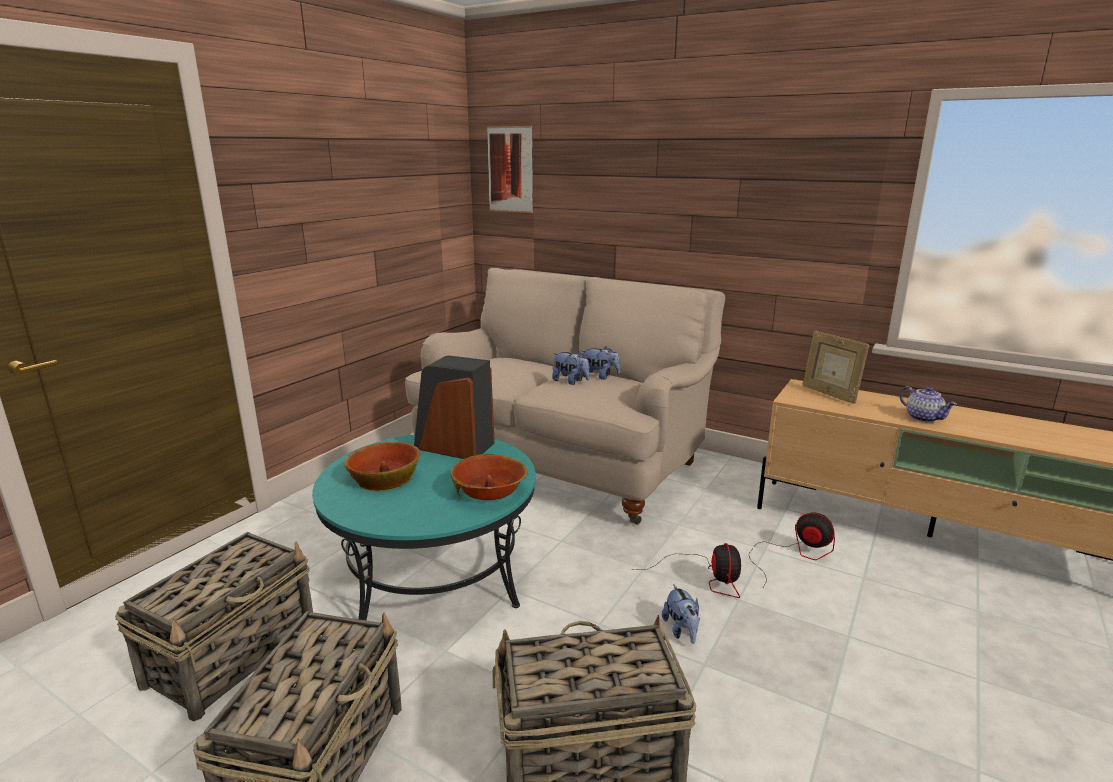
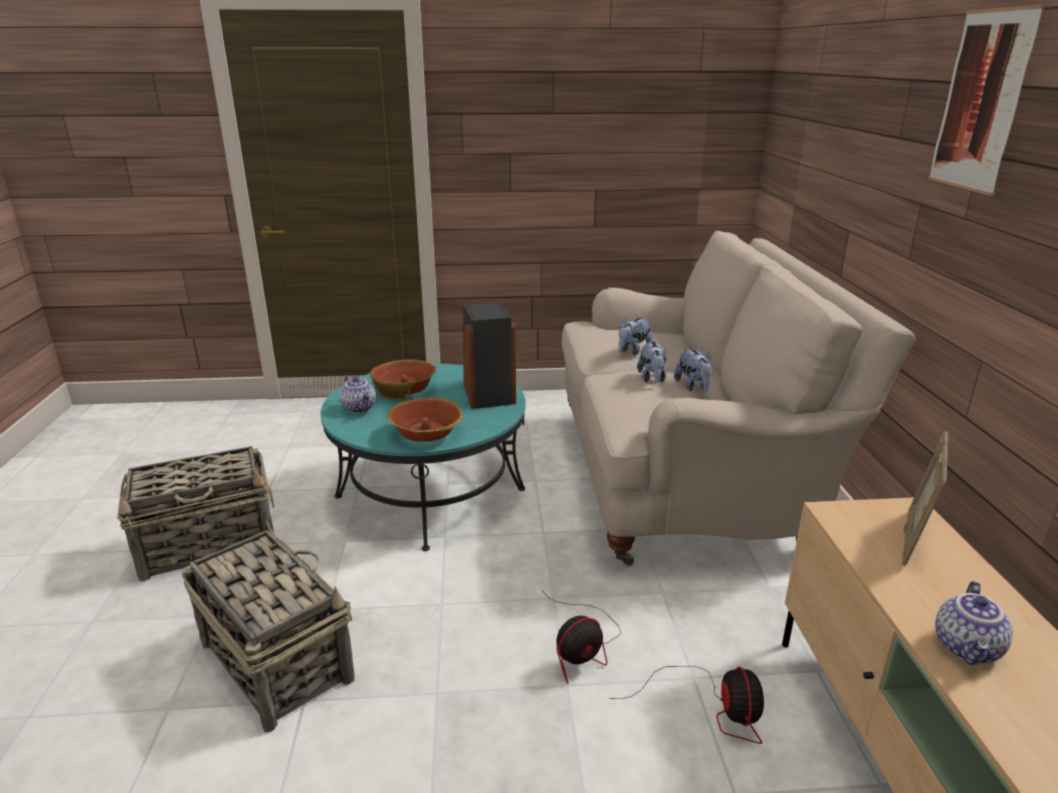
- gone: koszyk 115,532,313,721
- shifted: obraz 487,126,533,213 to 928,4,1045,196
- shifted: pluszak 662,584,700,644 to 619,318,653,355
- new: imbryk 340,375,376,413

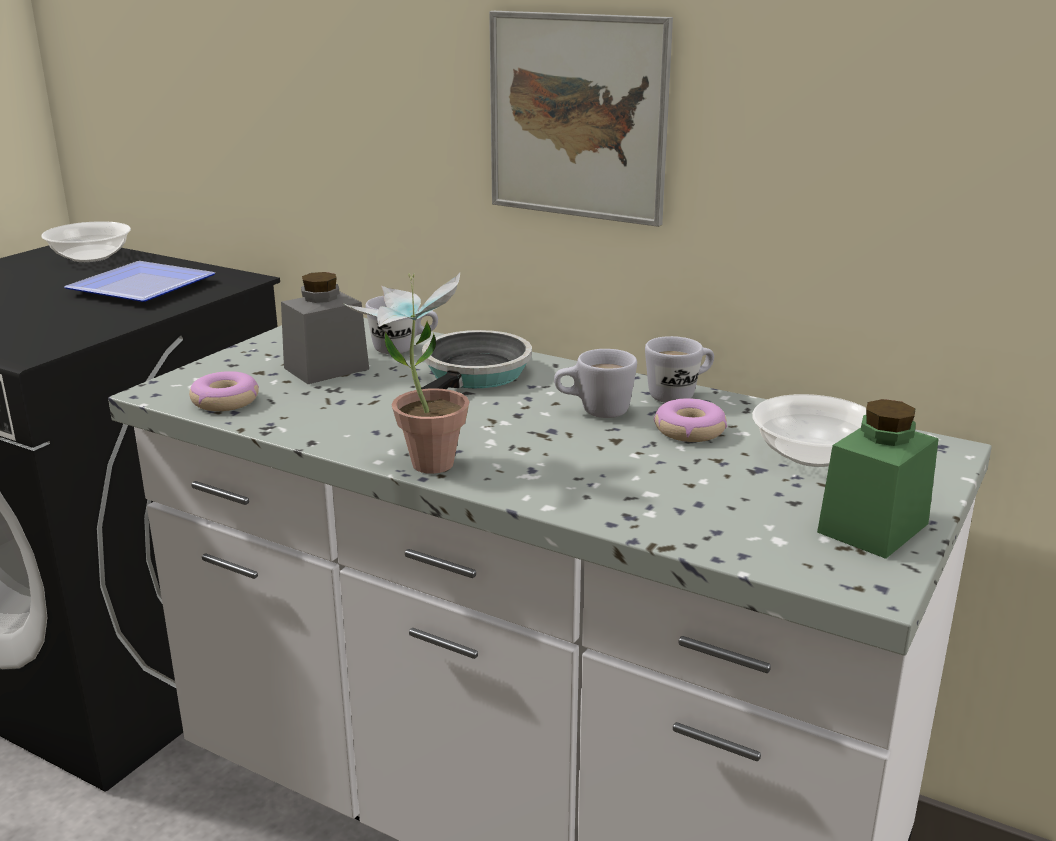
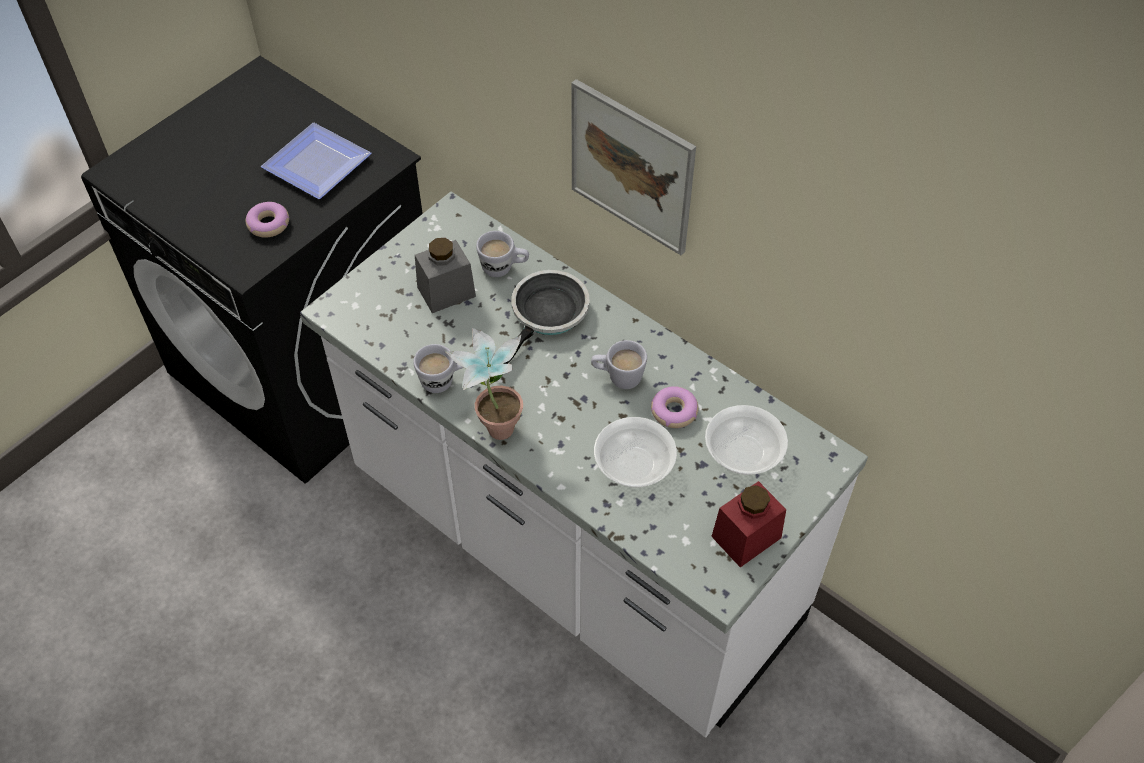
- shifted: miska 41,221,131,262 to 594,417,677,488
- shifted: donut 189,371,259,411 to 246,202,289,238
- shifted: kubek (biały) 645,336,714,403 to 413,344,464,393
- repainted: słoik (zielony) 817,399,939,559 to słoik (czerwony) 711,481,786,567

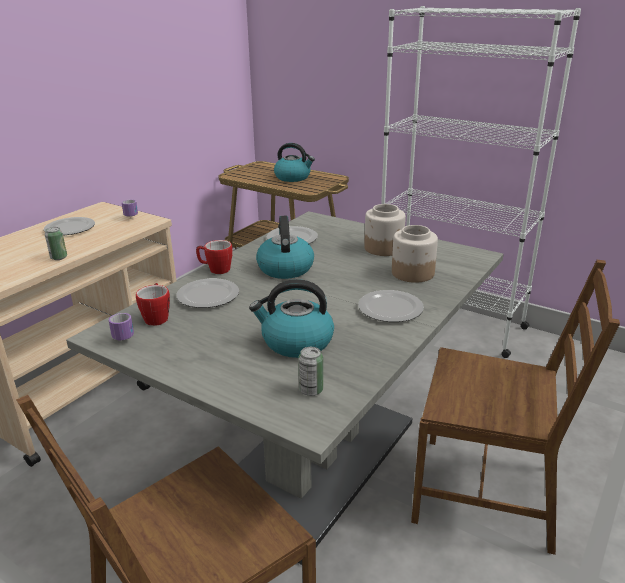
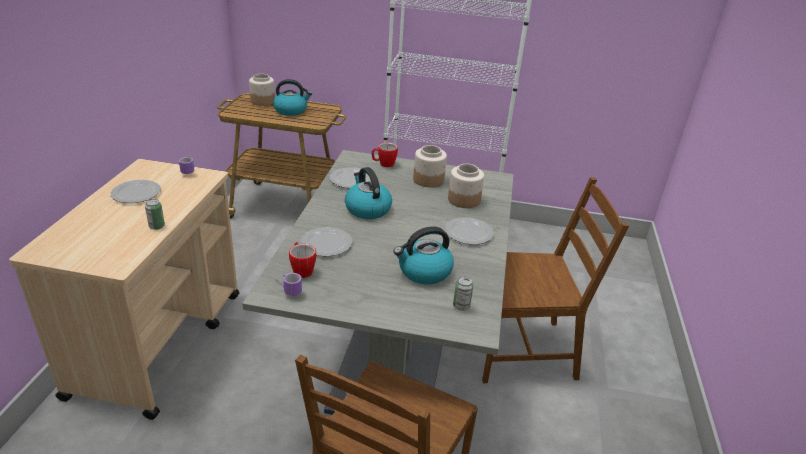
- shifted: kubek 196,240,233,274 to 372,143,398,167
- new: słoik 249,74,275,106

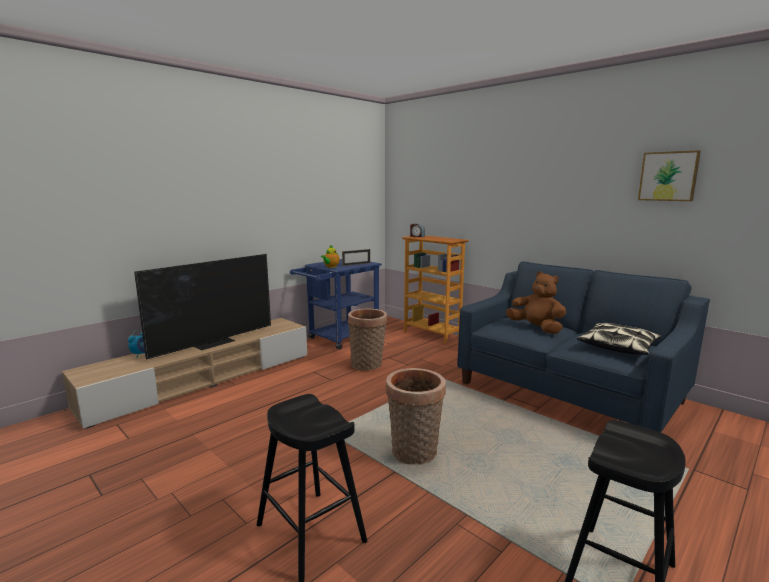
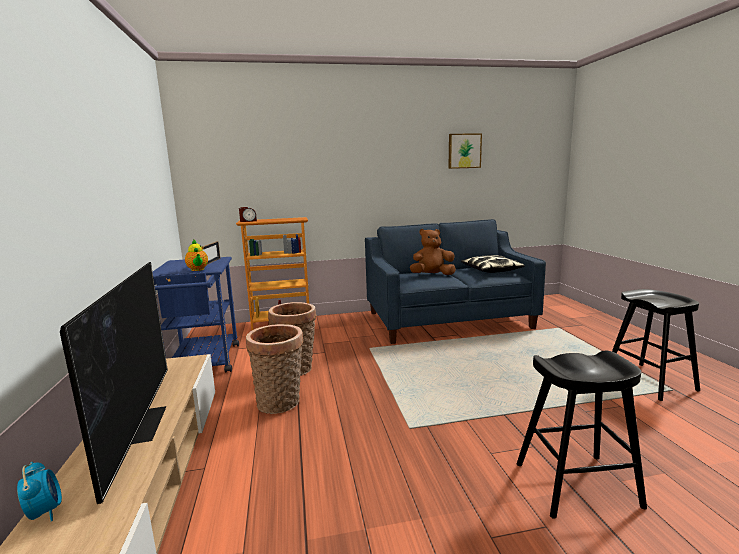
- shifted: koszyk 386,368,446,465 to 246,324,303,414

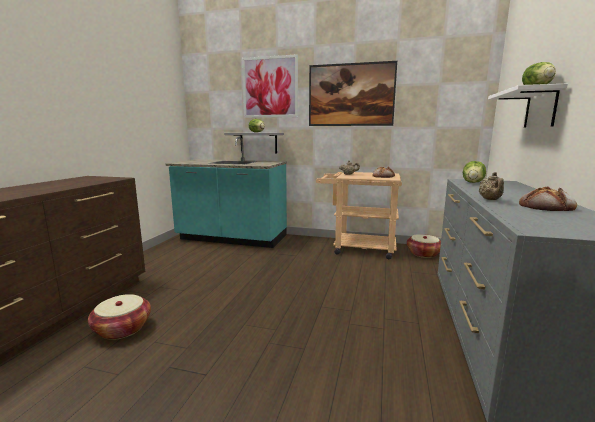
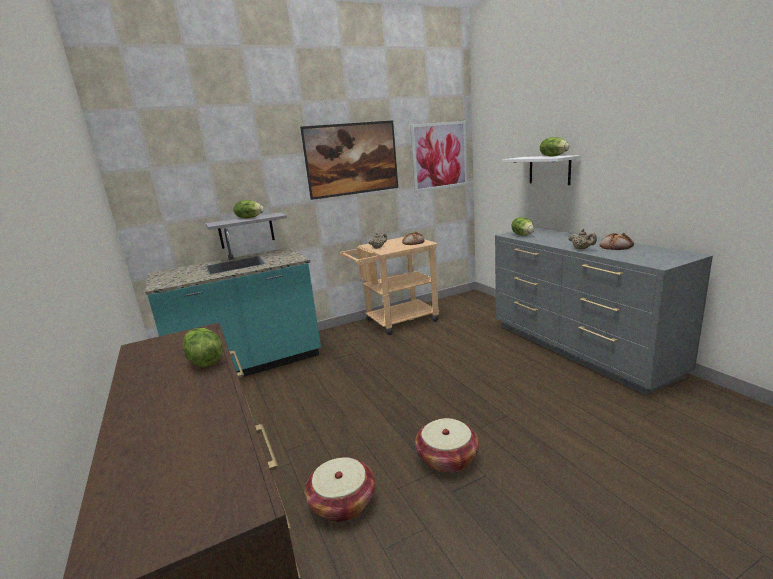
- shifted: obraz 242,54,298,118 to 410,121,468,192
- shifted: koszyk 407,234,441,258 to 415,418,479,473
- new: sałata 183,328,223,367

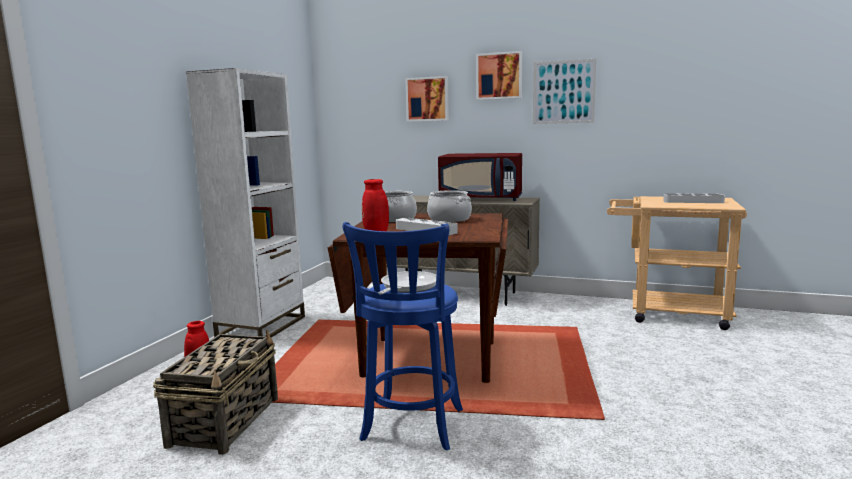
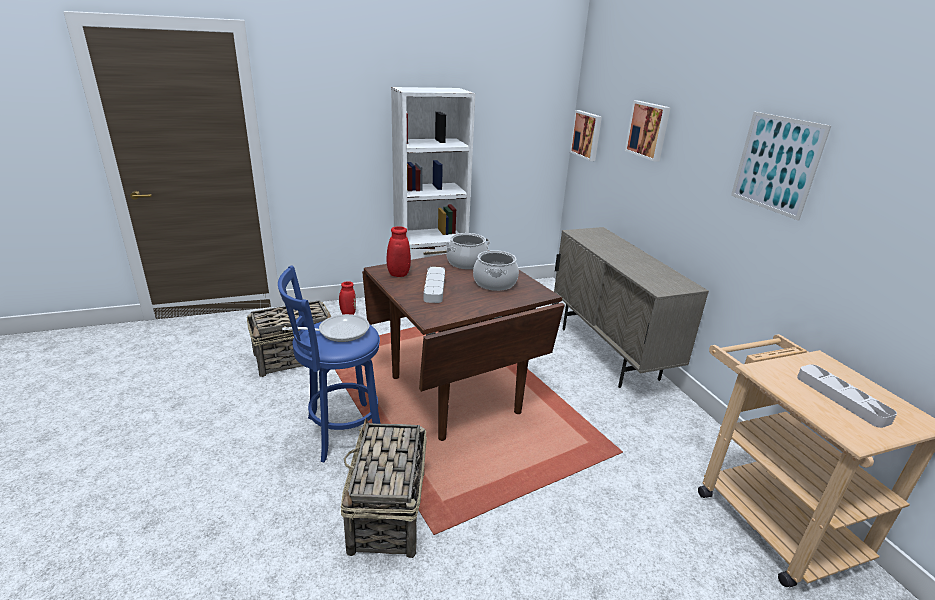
- gone: mikrofalówka (czerwony) 438,153,522,201
- shifted: obraz 476,51,522,100 to 570,110,602,161
- new: koszyk 340,418,427,558

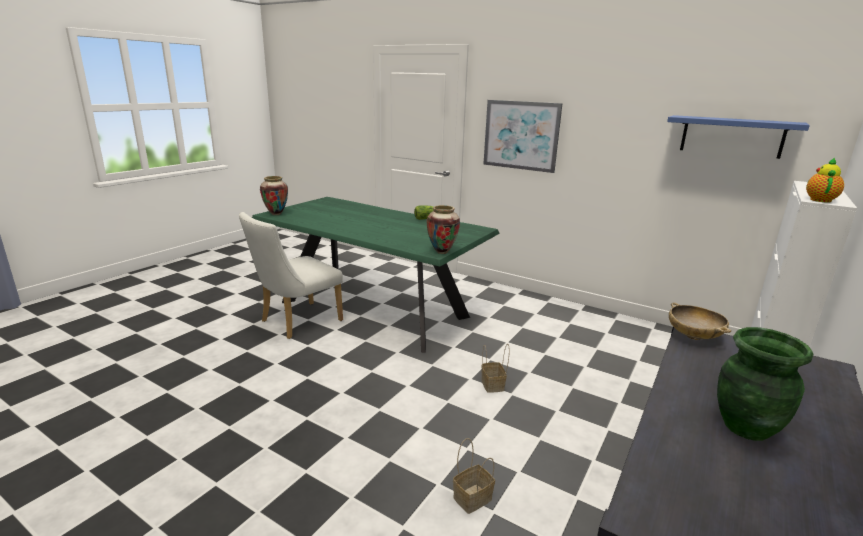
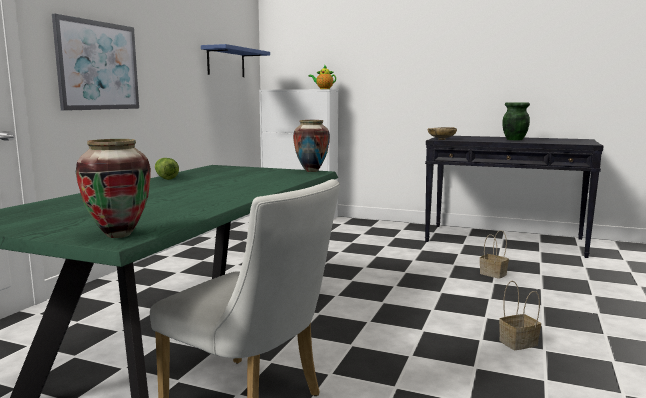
- shifted: koszyk 481,343,510,393 to 499,281,541,350

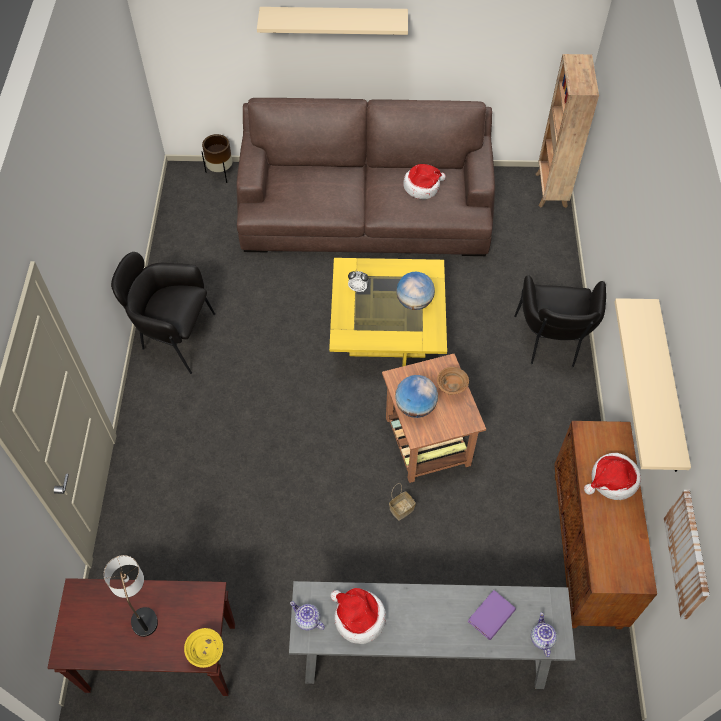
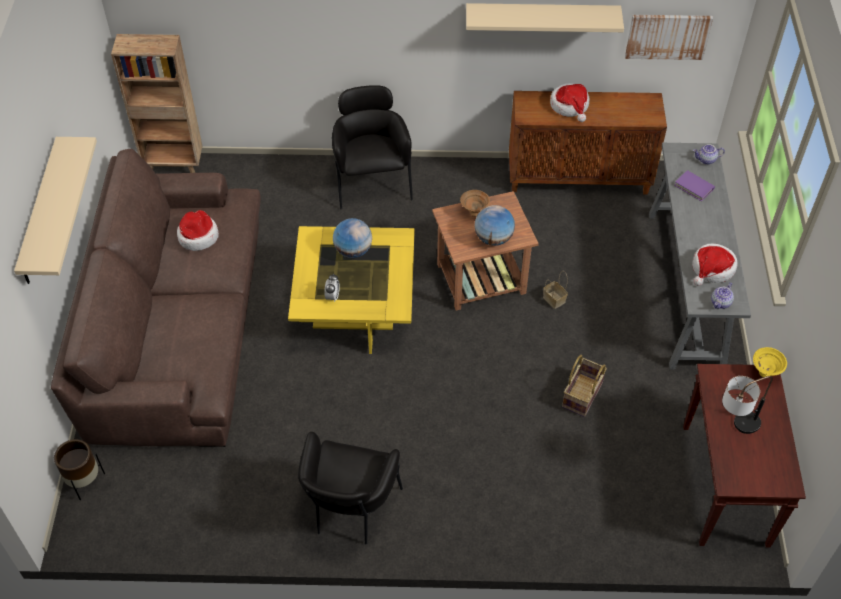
- rotated: fotel (czarny) 514,275,606,367 = 332,85,413,209 105 degrees counterclockwise
- new: koszyk 562,355,607,417

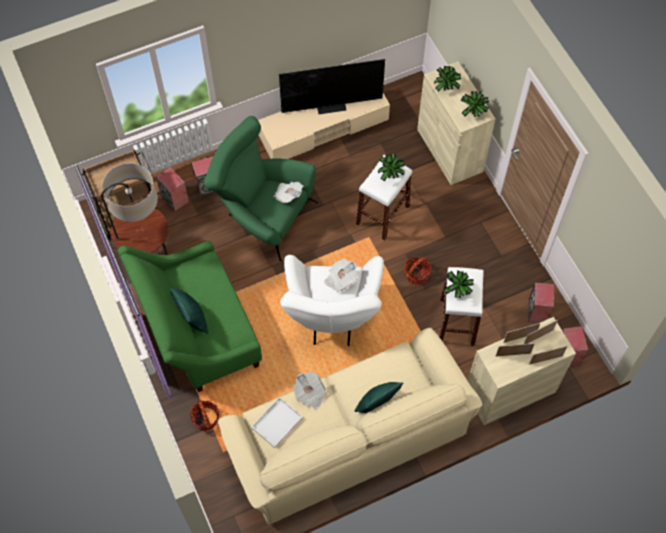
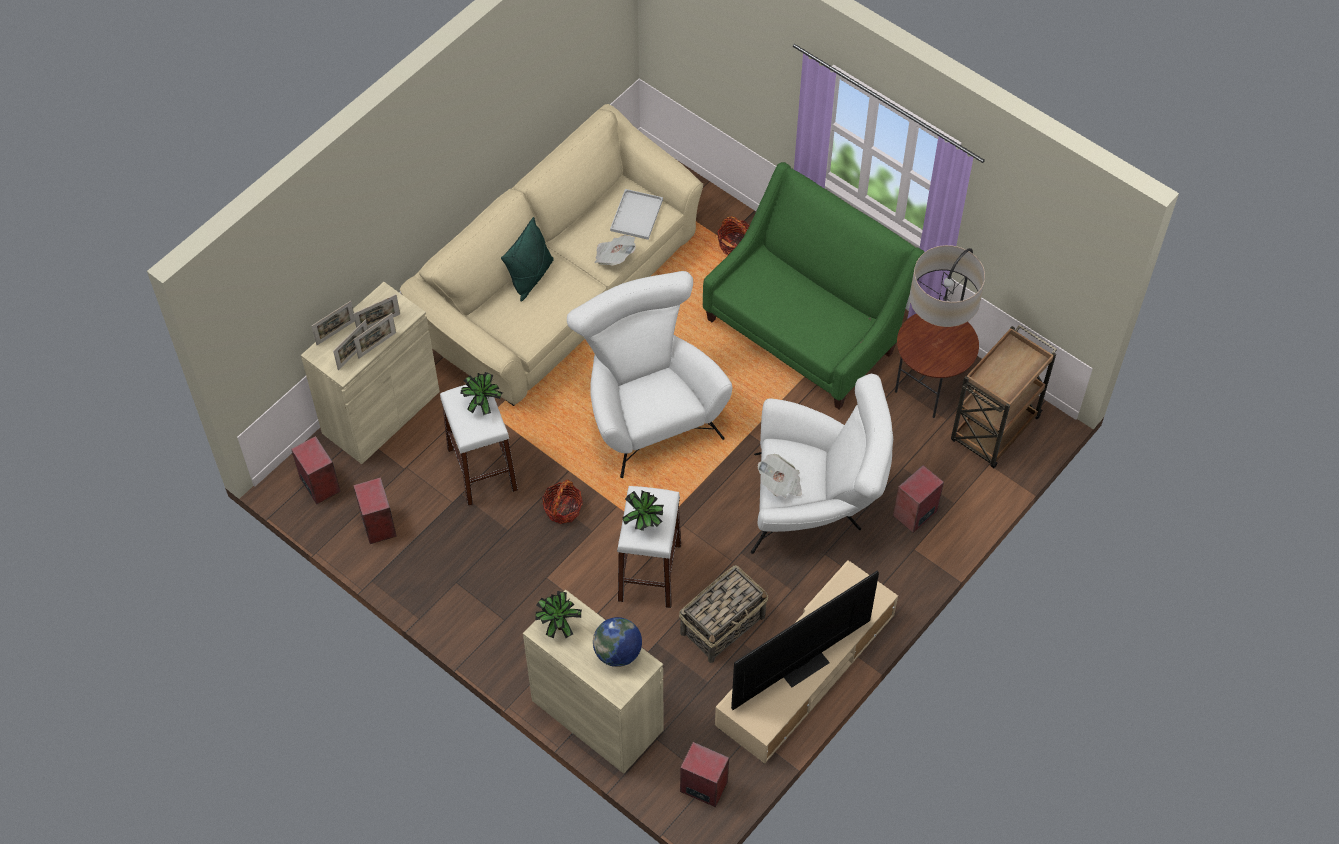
- shifted: głośnik 156,167,189,211 to 680,742,729,807
- gone: poduszka (zielony) 169,286,208,334
- repainted: fotel (zielony) 204,116,318,261 to fotel (biały) 751,374,893,554
- gone: gazeta 324,259,357,293
- swapped: roślina doniczkowa 434,66,461,92 to globus 593,617,642,667
- new: koszyk 679,565,768,663

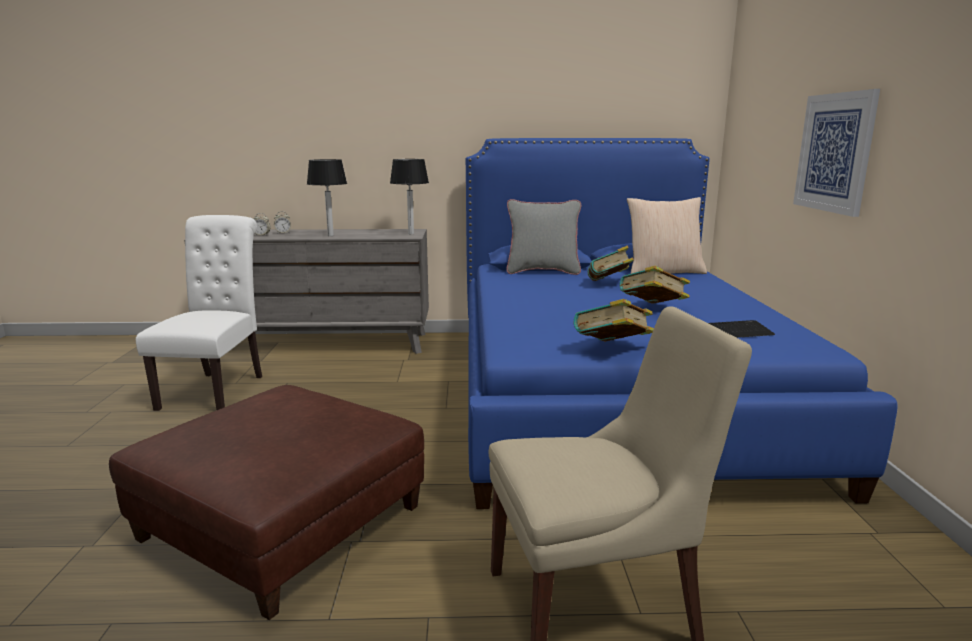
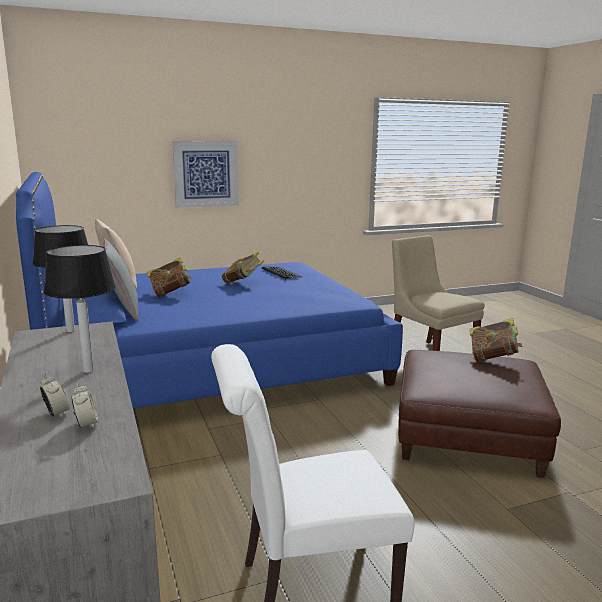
- shifted: książka 573,299,654,342 to 470,318,523,362

